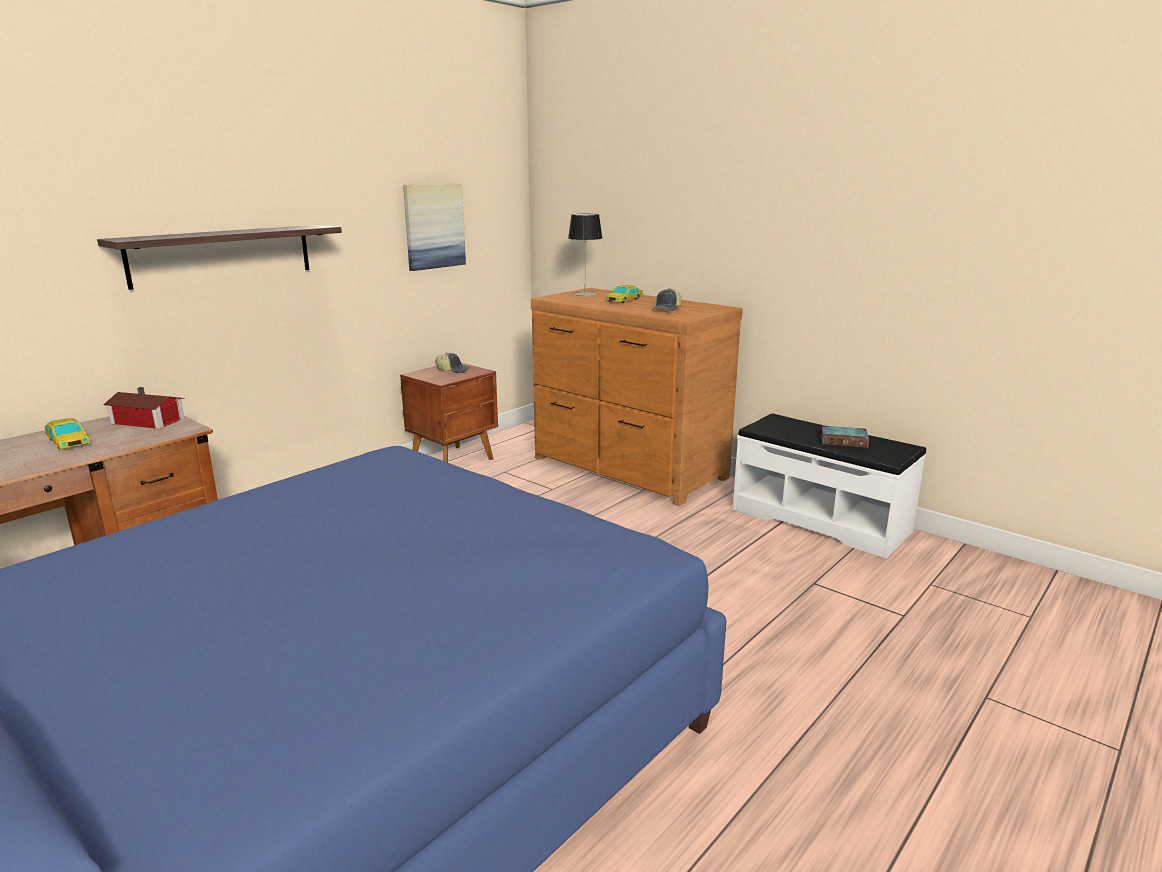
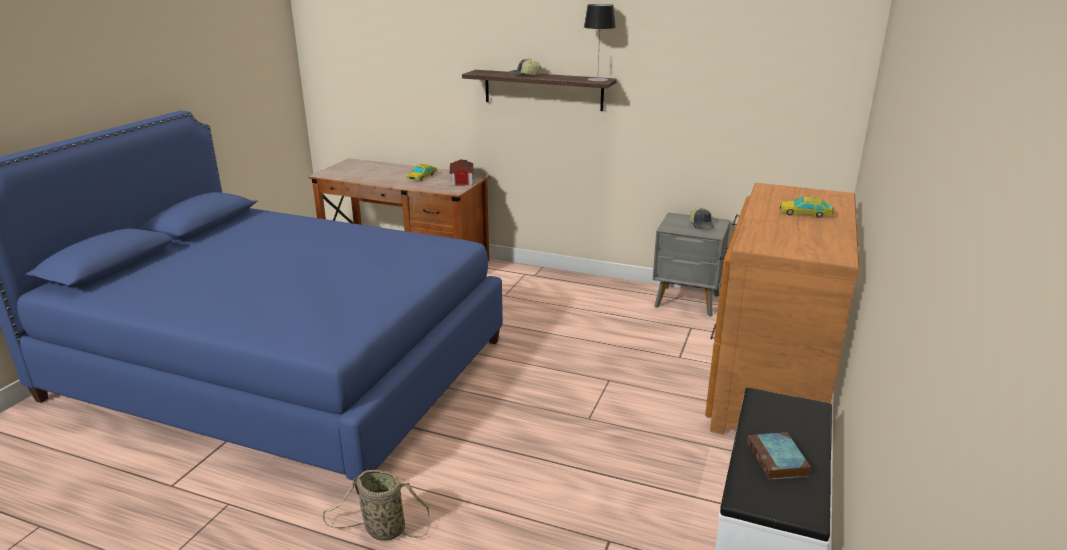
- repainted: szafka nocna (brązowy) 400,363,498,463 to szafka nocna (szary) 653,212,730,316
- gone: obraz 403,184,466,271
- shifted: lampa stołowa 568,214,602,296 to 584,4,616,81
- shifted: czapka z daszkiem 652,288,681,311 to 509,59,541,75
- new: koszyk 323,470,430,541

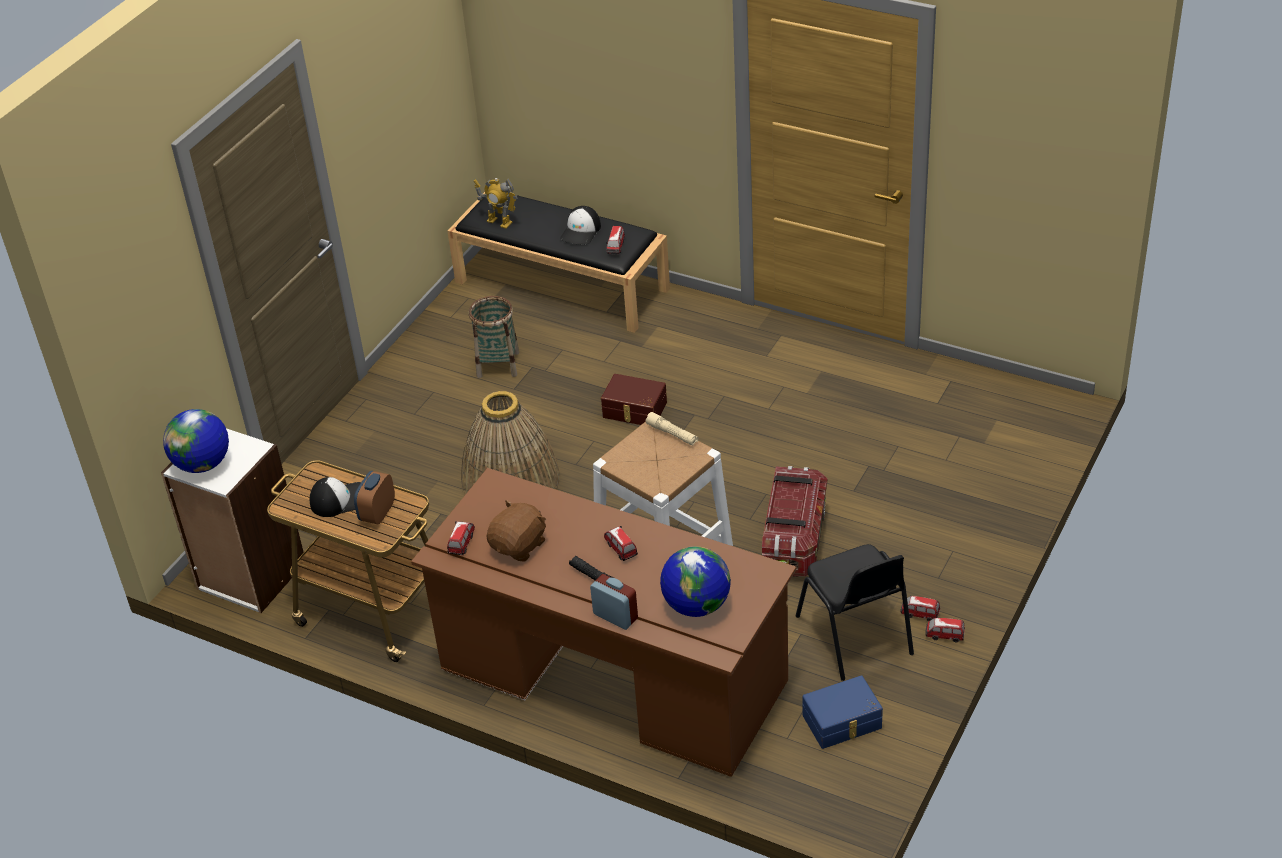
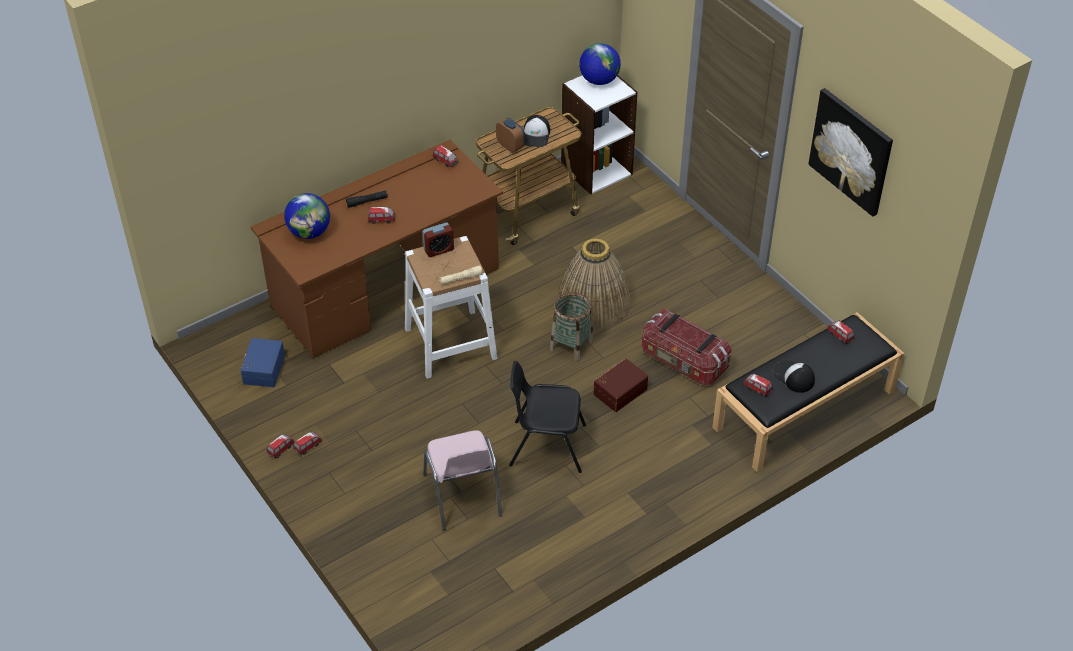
- shifted: koszyk 469,296,520,378 to 550,292,593,361
- swapped: robot zabawkowy 474,178,518,229 to samochodzik 827,320,855,344
- gone: pluszak (brązowy) 486,500,546,561
- shifted: budzik 590,574,638,630 to 423,222,454,257
- shifted: pojemnik do przechowywania 762,466,827,577 to 642,309,732,385
- shifted: krzesło (czarny) 796,544,914,681 to 509,361,586,473
- new: krzesło (różowy) 423,430,502,530
- new: obraz 808,88,893,217

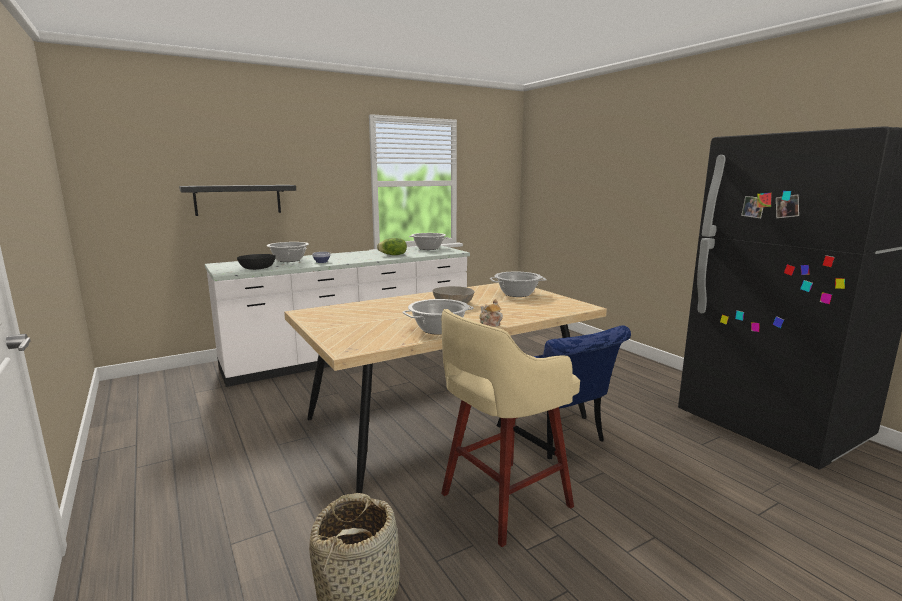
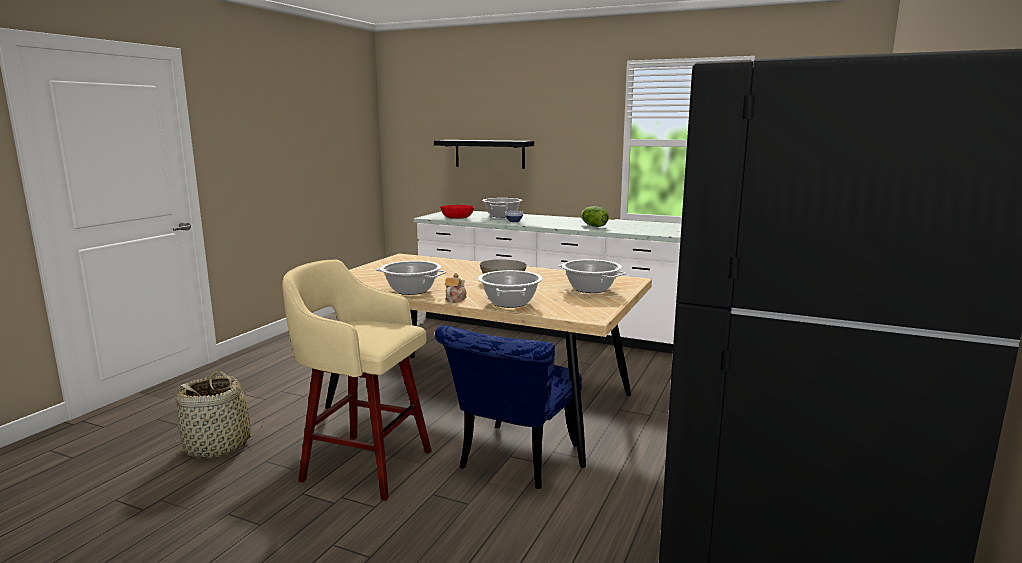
- repainted: miska (czarny) 237,254,276,270 to miska (czerwony) 440,205,474,219
- shifted: garnek 409,233,449,250 to 477,270,543,308

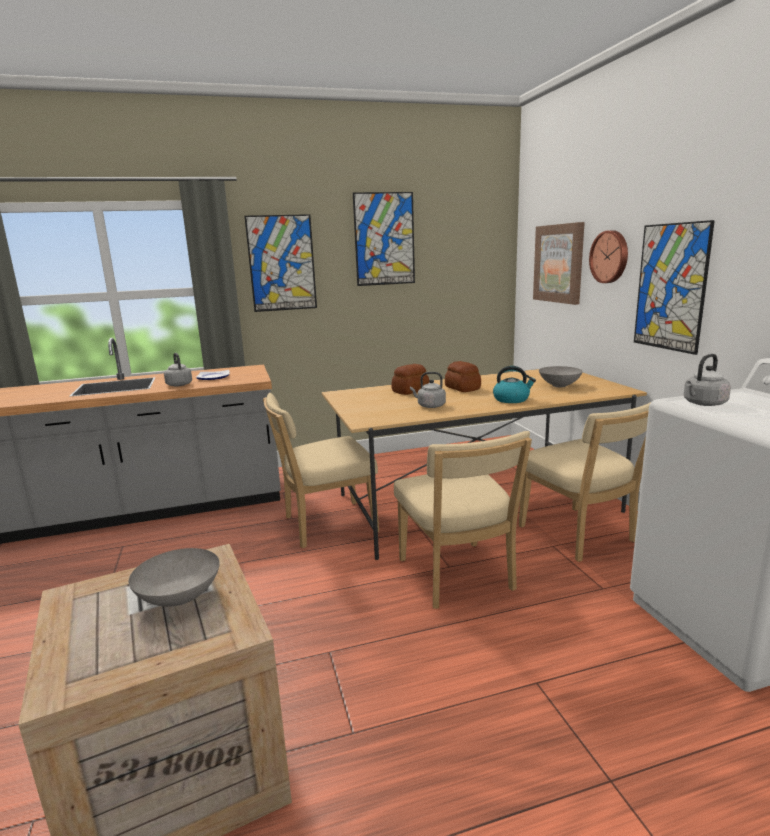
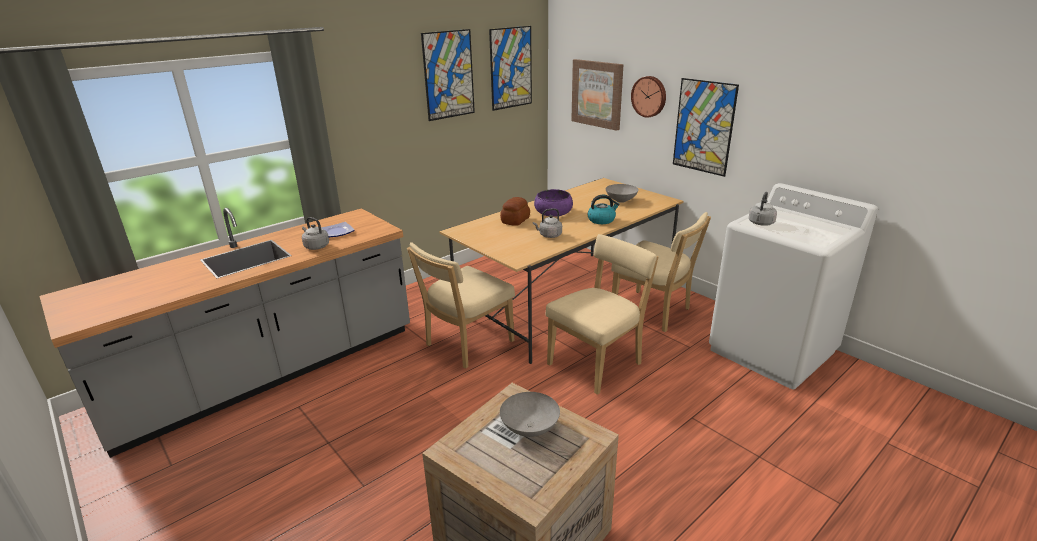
- shifted: obraz 244,214,317,312 to 489,26,532,111
- rotated: krzesło (beżowy) 394,431,532,609 = 545,234,658,395 90 degrees counterclockwise
- swapped: chleb 445,361,481,392 to miska (fioletowy) 534,189,573,217

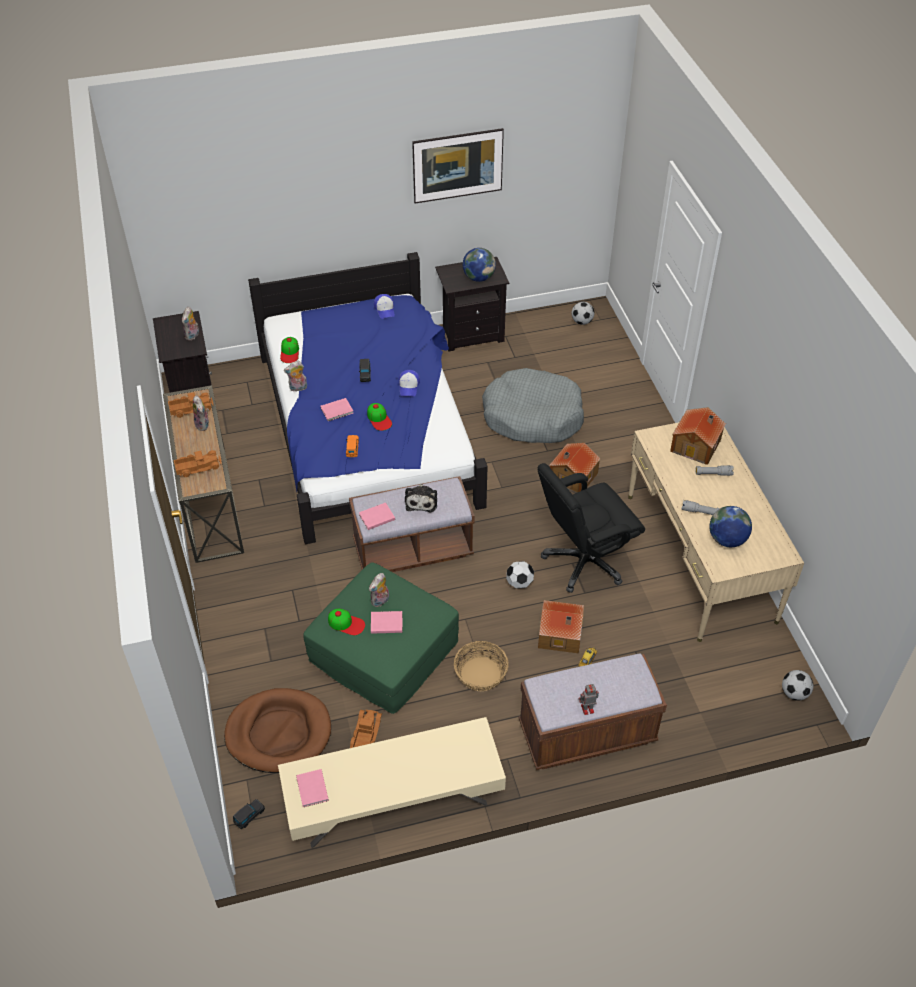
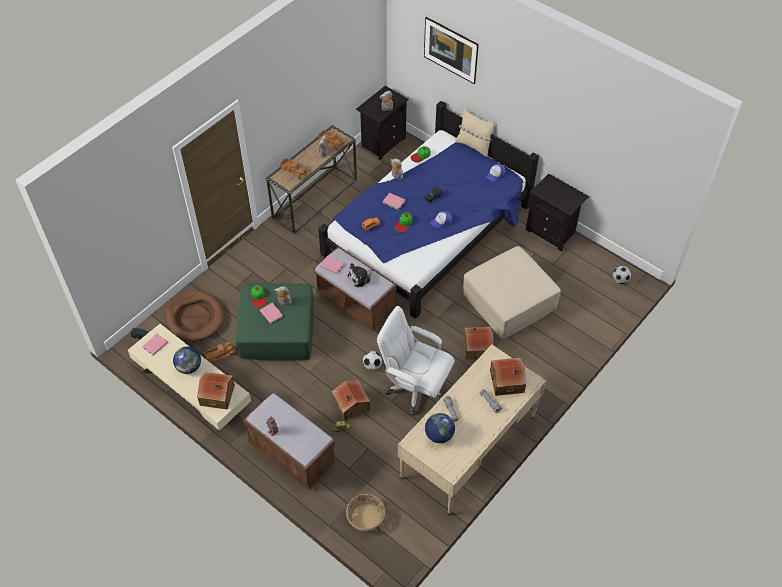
- shifted: obraz 412,128,504,203 to 424,17,479,84
- shifted: koszyk 454,641,508,691 to 346,494,385,531
- shifted: globus 463,248,496,282 to 173,347,201,374
- swapped: legowisko (szary) 482,368,584,443 to pufa (beżowy) 463,246,561,339
- repainted: krzesło biurowe (czarny) 538,463,645,593 to krzesło biurowe (biały) 377,306,455,416
- gone: piłka futbolowa 782,670,813,701
- new: domek 197,372,235,410
- new: poduszka (beżowy) 455,109,496,157

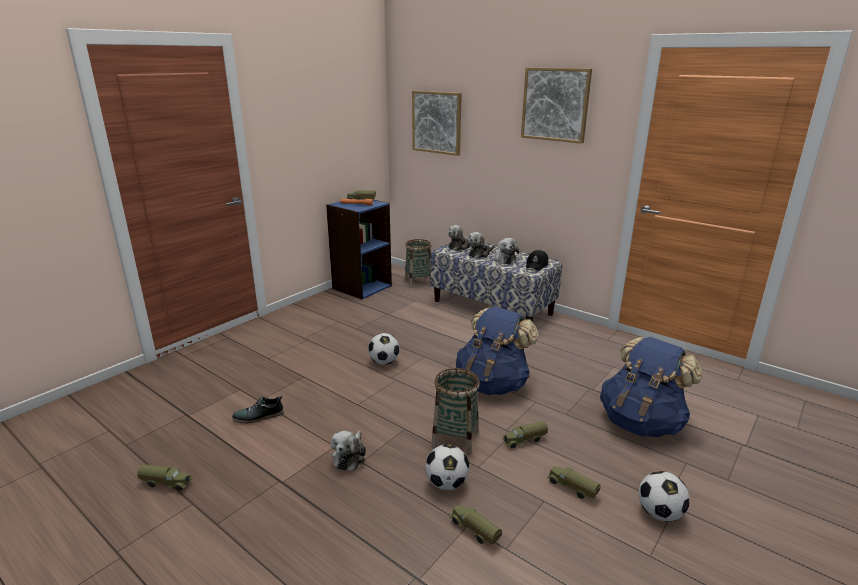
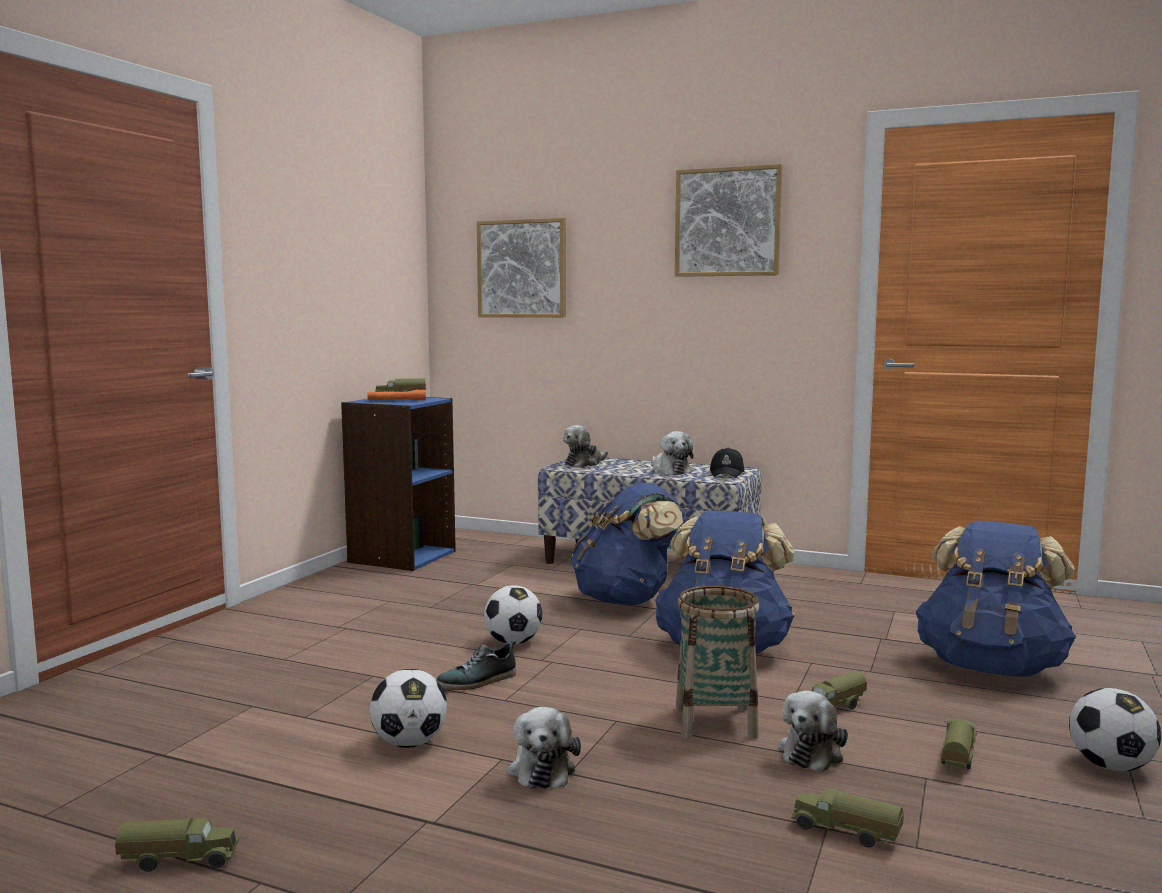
- shifted: but 232,395,283,423 to 436,640,516,690
- gone: koszyk 405,239,432,288
- shifted: piłka futbolowa 425,444,469,491 to 370,669,447,748
- shifted: pluszak 468,232,494,259 to 779,691,848,772
- rotated: ciężarówka zabawkowa 547,466,601,499 = 941,718,977,769 90 degrees clockwise
- new: plecak (niebieski) 571,483,683,605

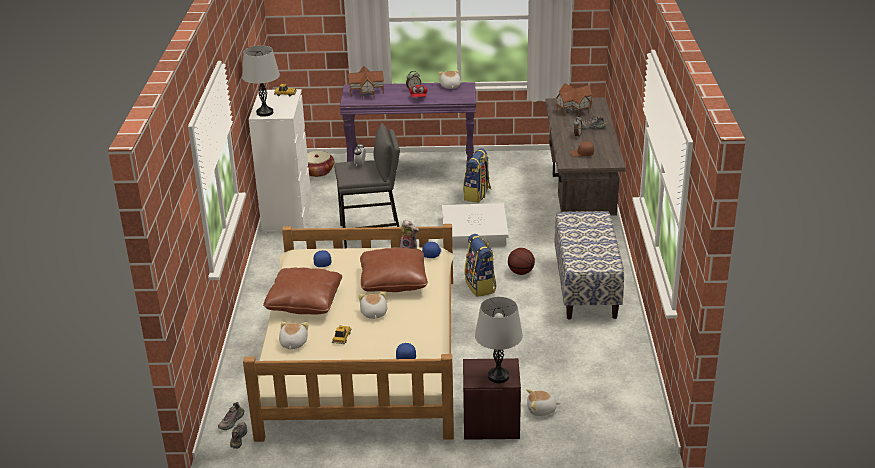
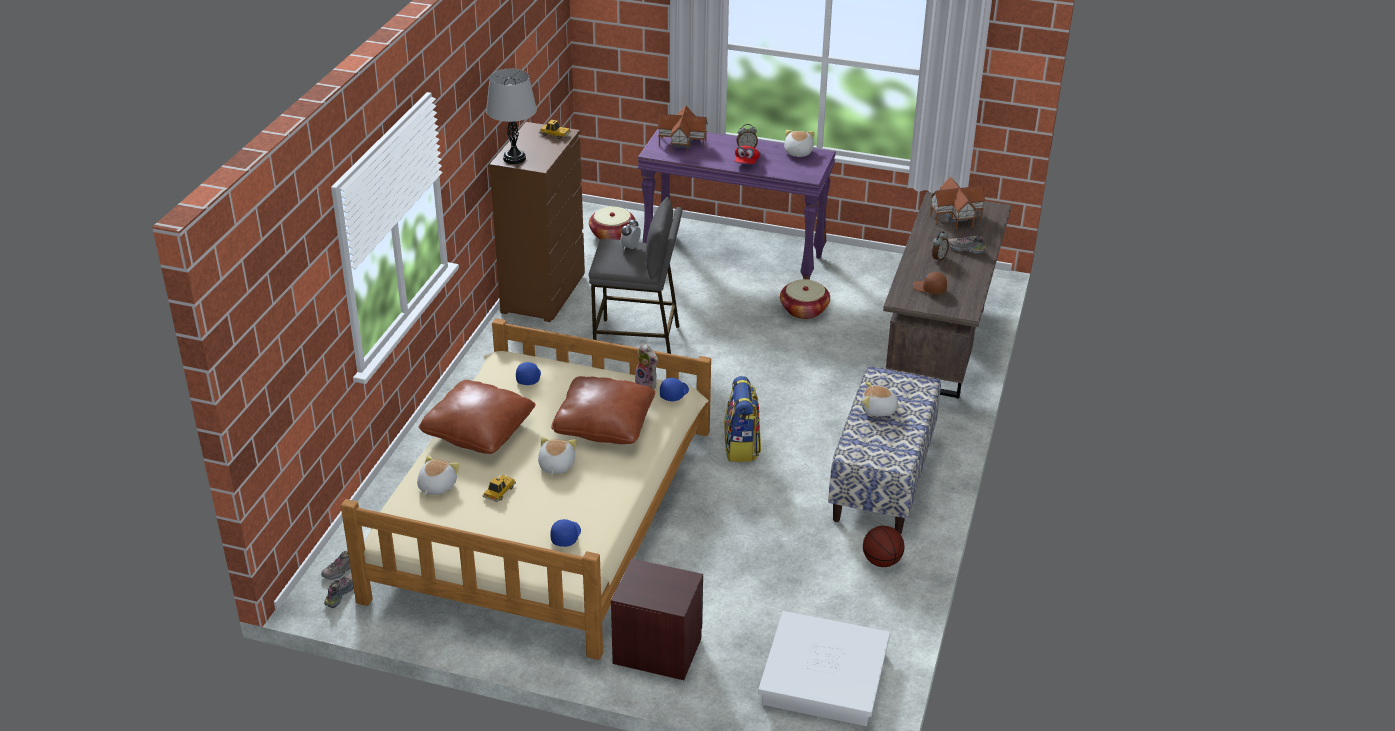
- repainted: komoda (biały) 248,89,311,234 to komoda (brązowy) 489,122,585,322
- shifted: pojemnik do przechowywania (biały) 442,203,509,248 to 758,611,890,726
- swapped: plecak 463,148,491,203 to koszyk 780,279,830,319
- gone: lampa stołowa (szary) 475,297,523,383
- shifted: piłka do koszykówki 508,248,535,275 to 863,526,904,567
- shifted: pluszak 526,389,560,416 to 862,382,903,417

